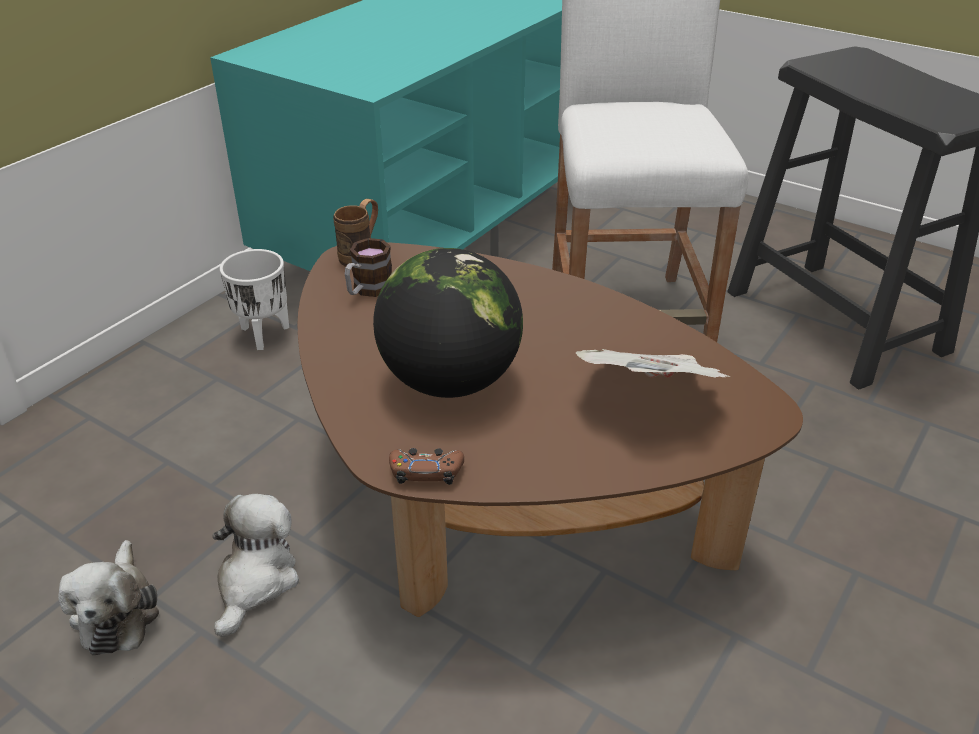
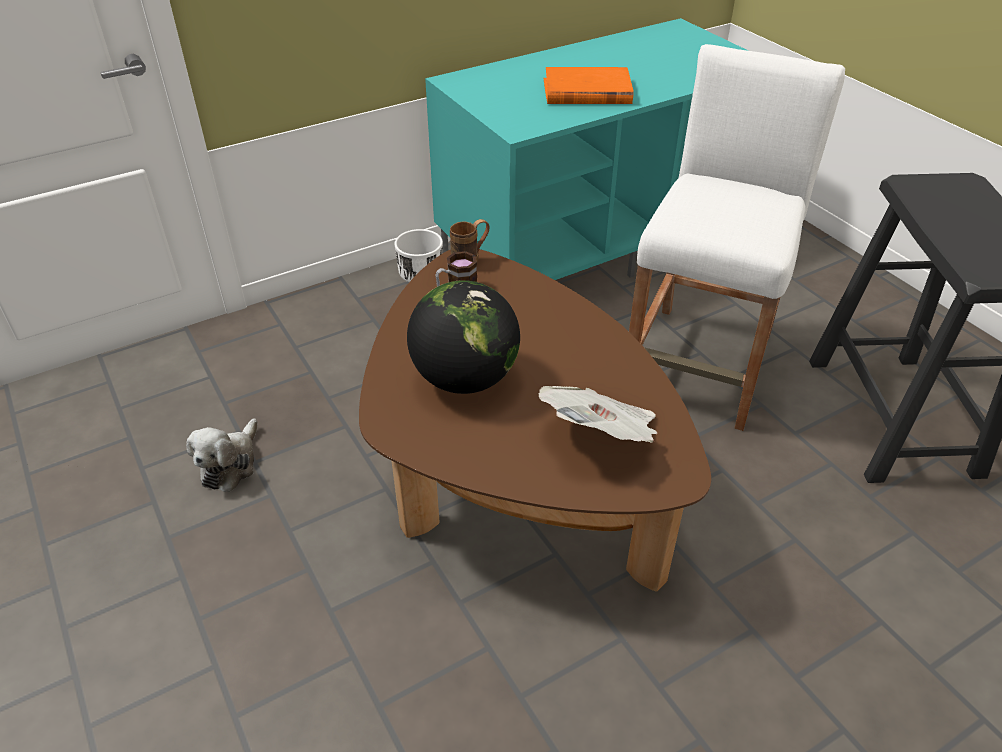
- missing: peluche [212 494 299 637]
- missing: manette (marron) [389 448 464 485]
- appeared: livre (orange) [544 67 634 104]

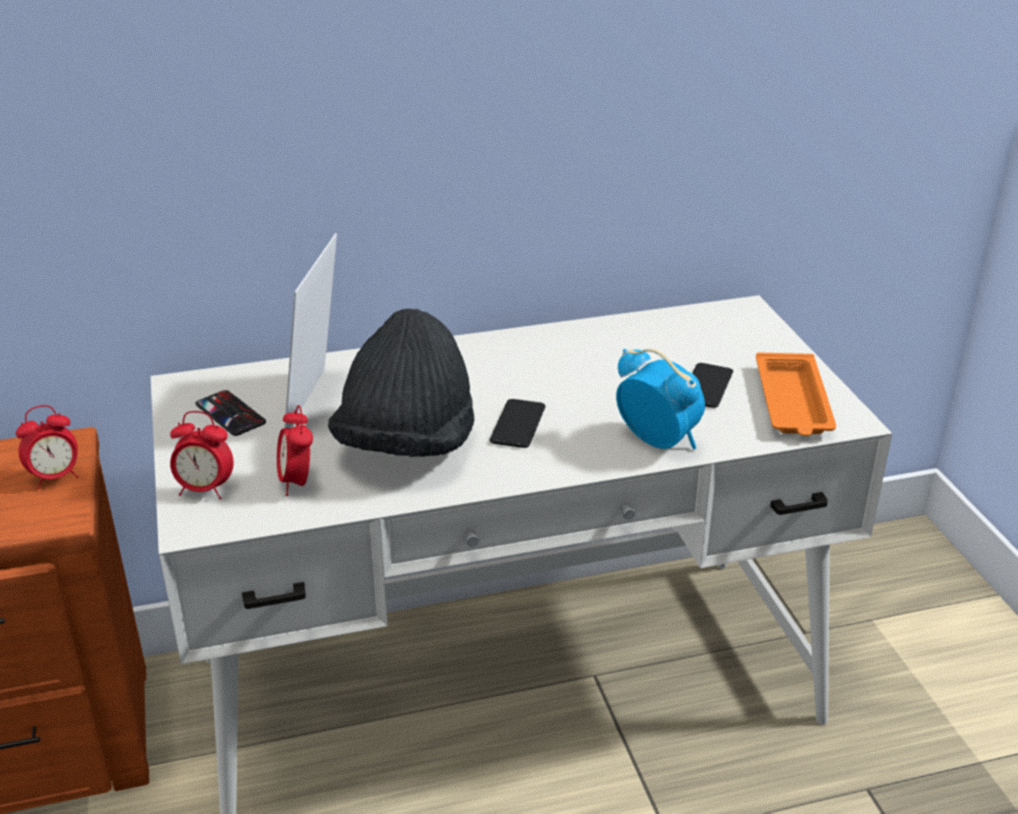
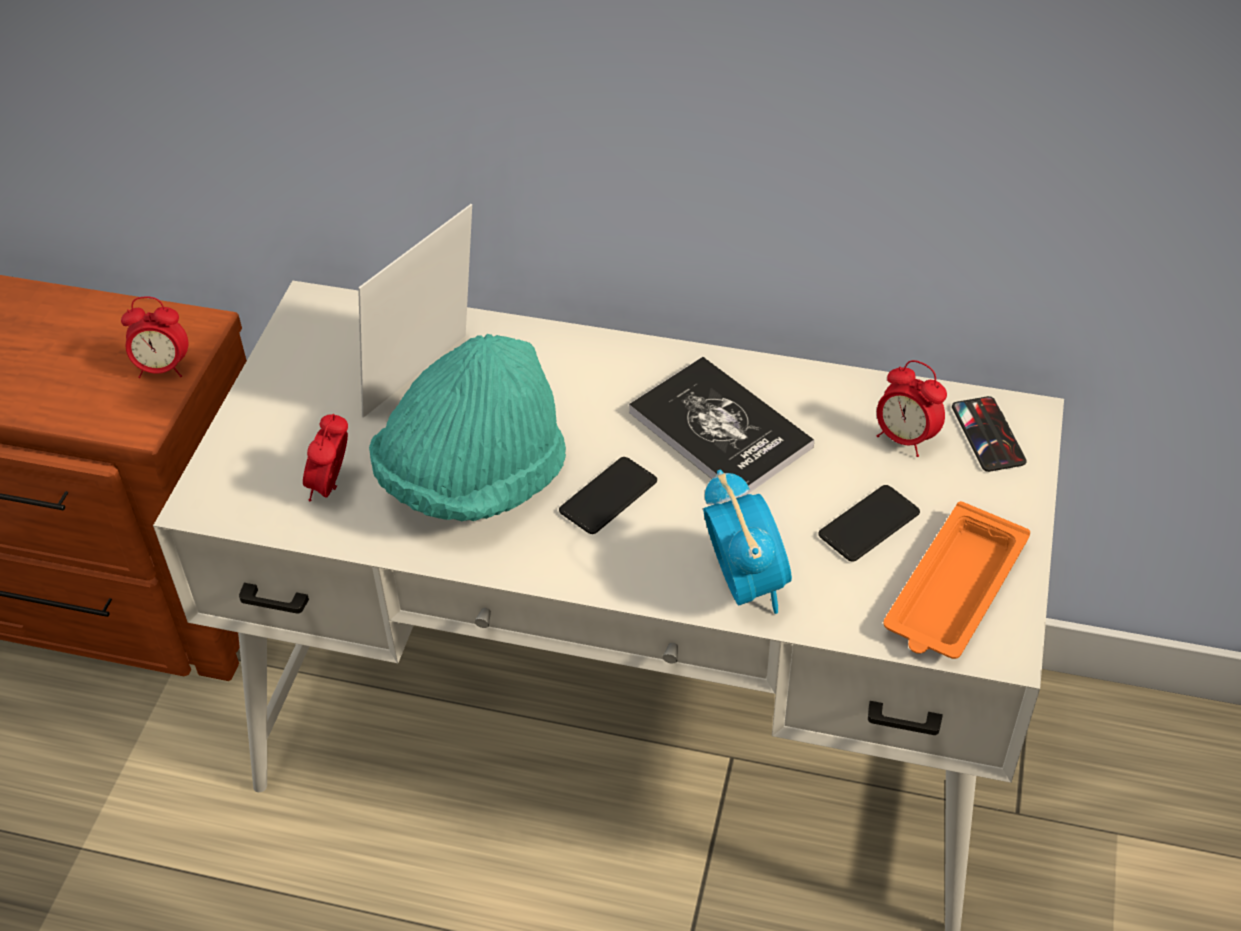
- relocated: réveil [170 411 234 499] to [877 360 947 457]
- relocated: téléphone [196 390 266 436] to [952 396 1027 472]
- colour: chapeau (noir) [328 309 474 457] to chapeau (turquoise) [369 334 566 521]
- appeared: livre [629 357 814 498]

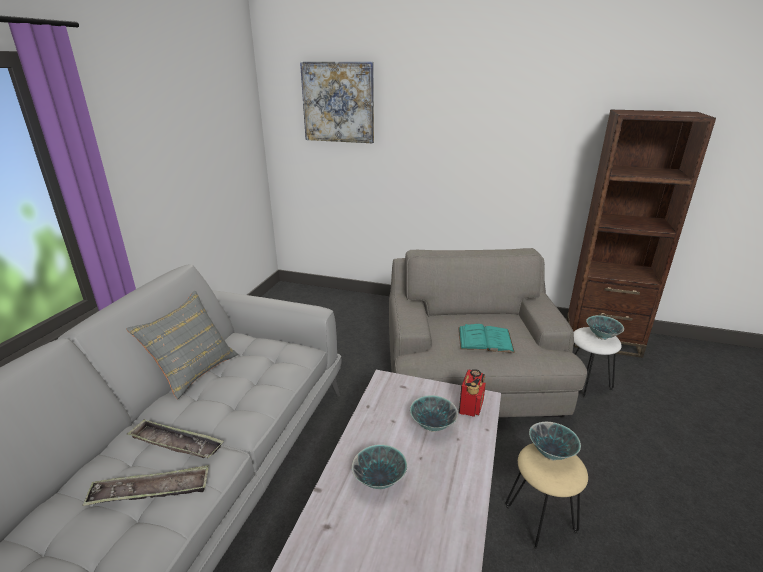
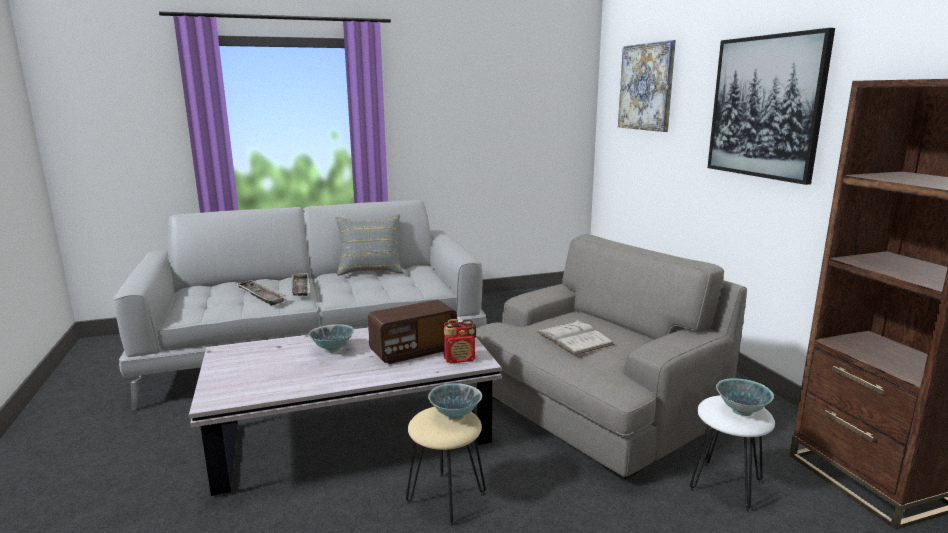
- exchanged: bol [410 395 458 432] to radio [368 300 457 364]
- colour: livre (turquoise) [458 324 515 353] to livre (blanc) [537 320 615 355]
- appeared: tableau [707 28 835 185]

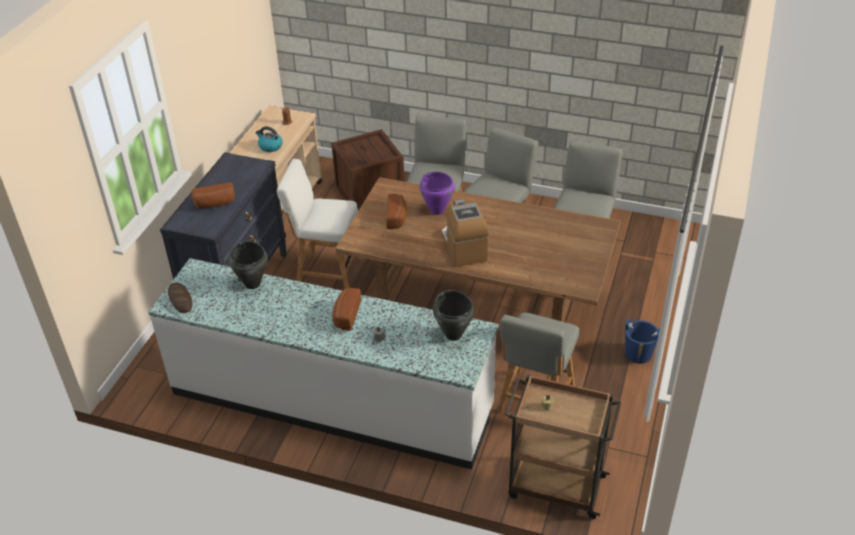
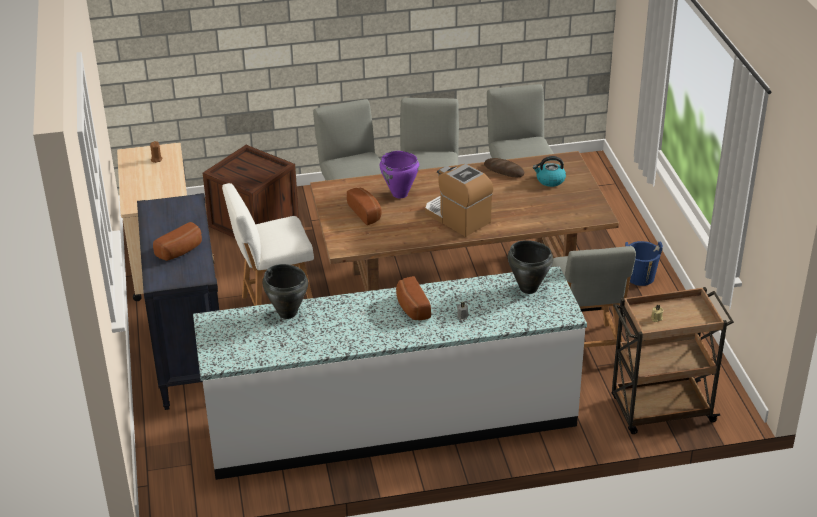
- relocated: pain [168 283 192 313] to [484 158 524 177]
- relocated: bouilloire [255 126 282 152] to [533 156 566 187]

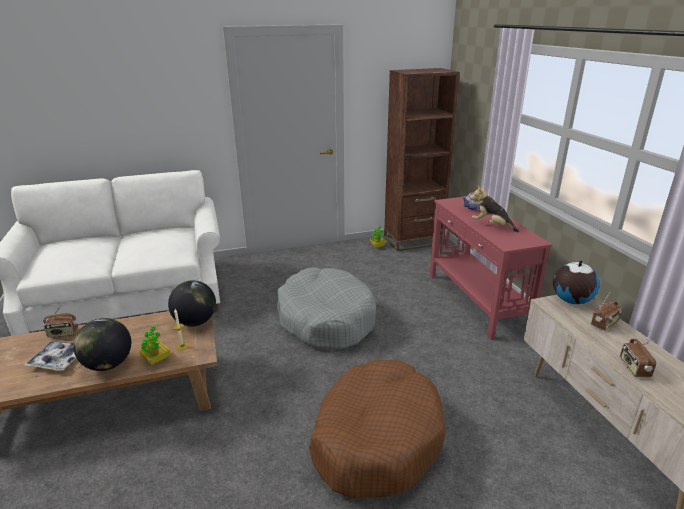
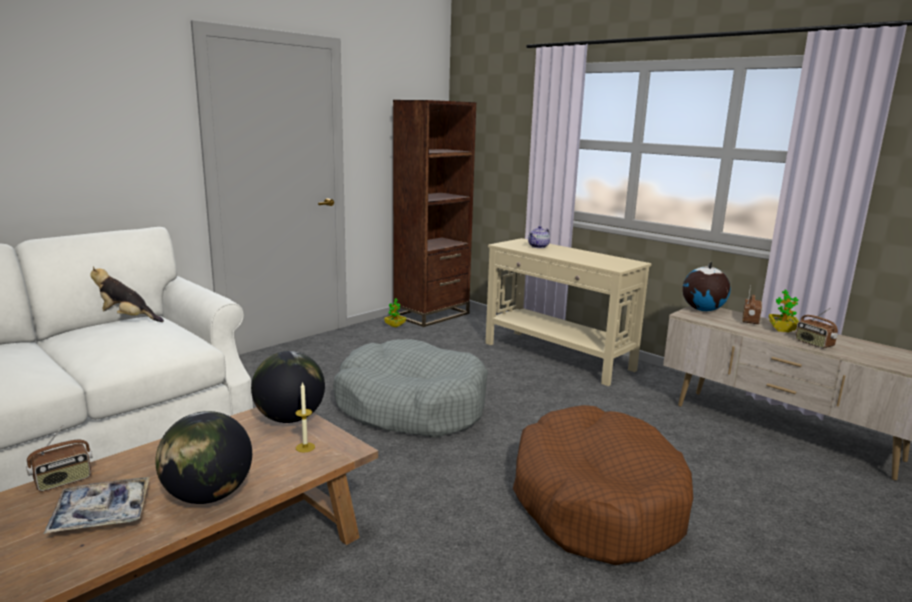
- relocated: plante en pot [139 326 170 364] to [768 290 799 332]
- colour: table console (rouge) [430 196 552 340] to table console (beige) [485 238 651 386]
- relocated: peluche [470 185 519 232] to [90 266 164 322]

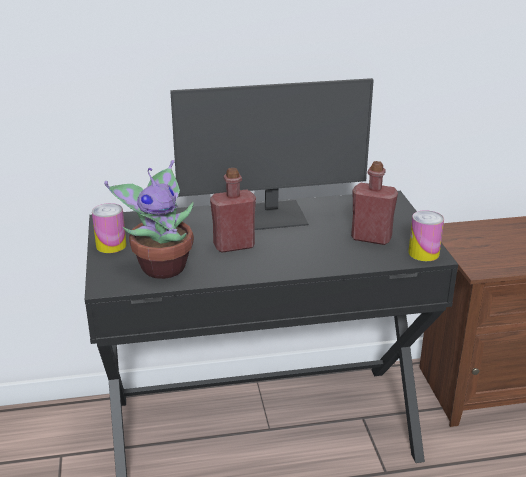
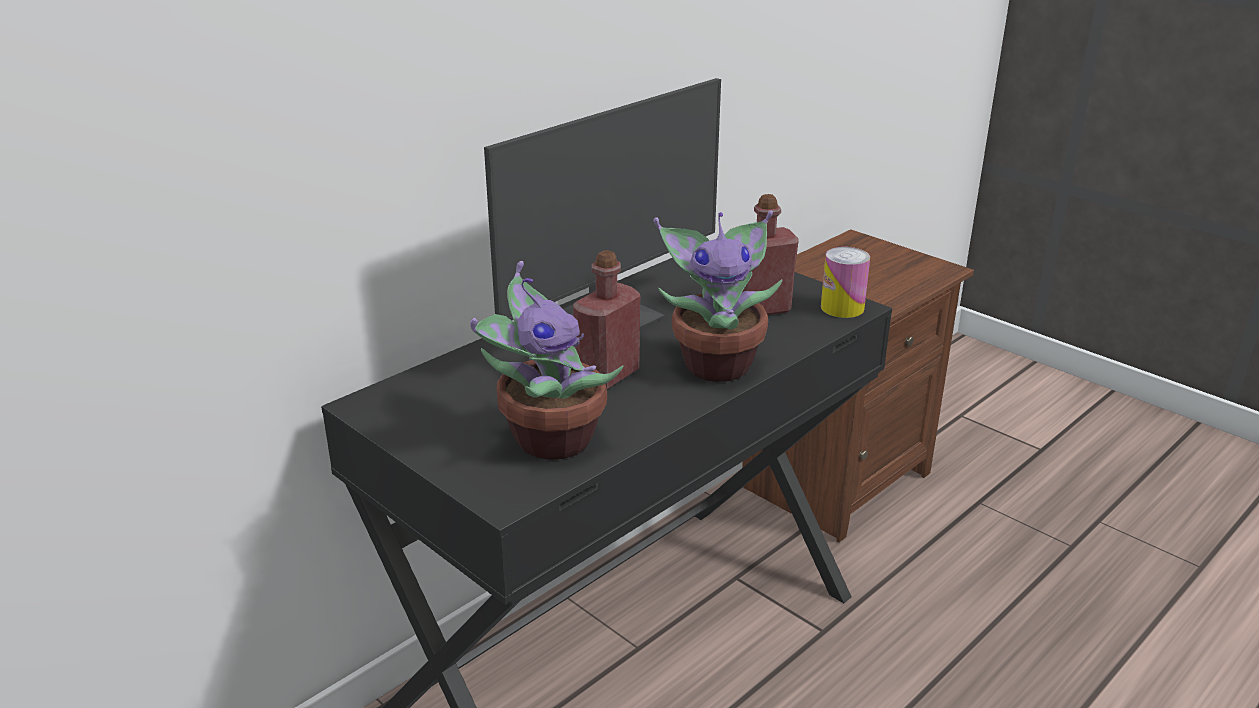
- missing: boîte métallique [92 203 126 253]
- appeared: plante en pot [653 211 782 382]

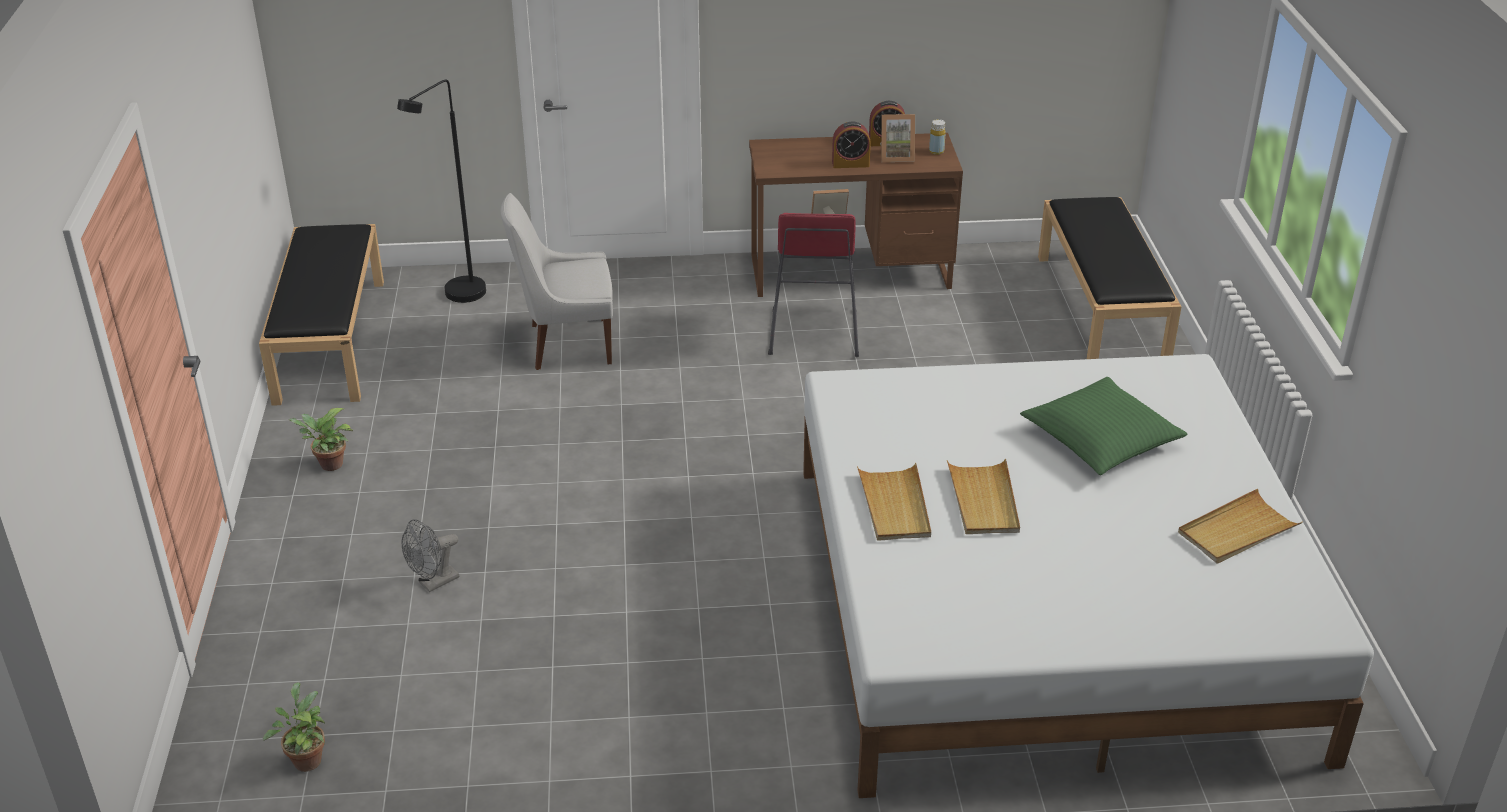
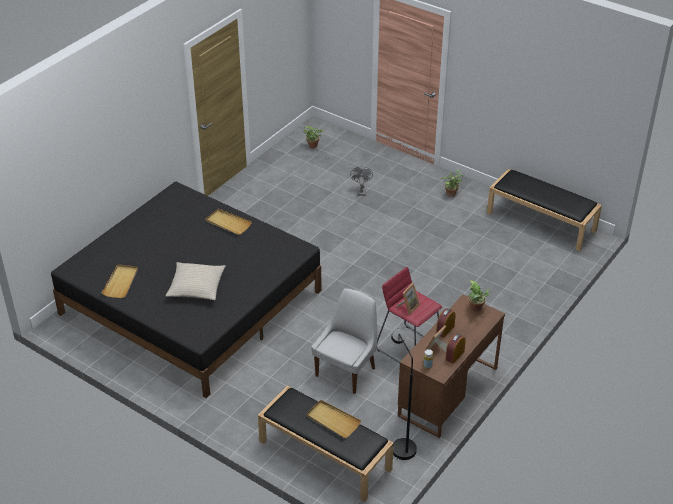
- relocated: lampadaire (noir) [397 80 486 303] to [391 329 417 460]
- relocated: chaise (blanc) [501 193 613 370] to [311 288 378 394]
- colour: lit (blanc) [803 354 1374 798] to lit (noir) [51 182 322 398]
- relocated: plateau (beige) [947 459 1020 534] to [306 400 361 438]
- colour: coussin (vert) [1020 377 1187 475] to coussin (beige) [166 262 226 300]
- appeared: plante en pot [467 280 491 312]

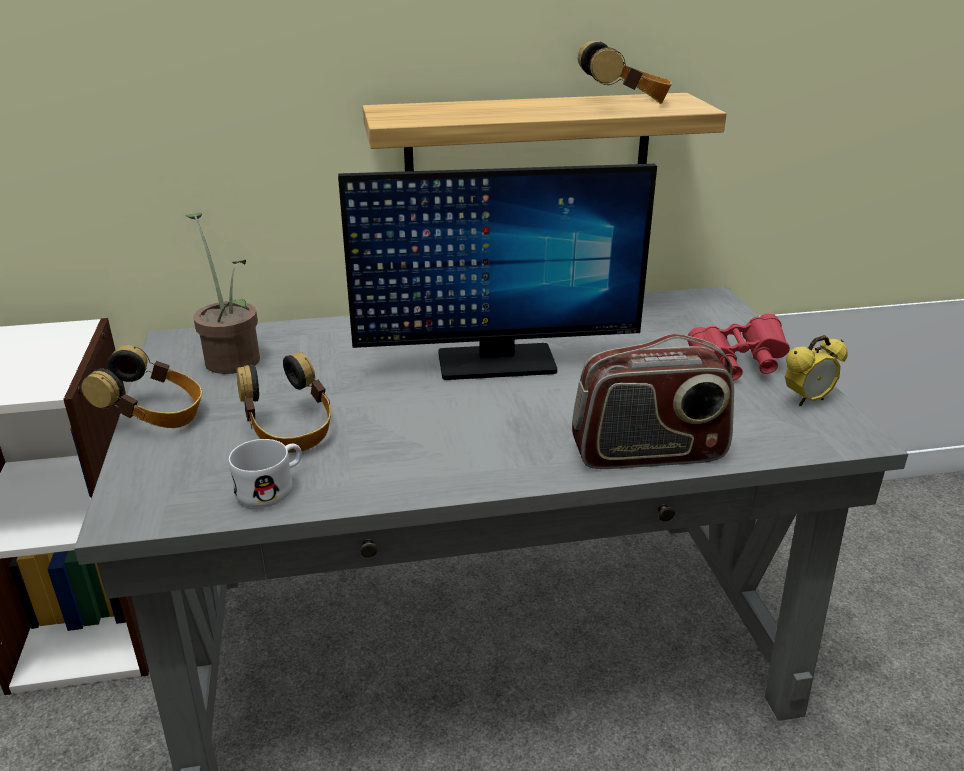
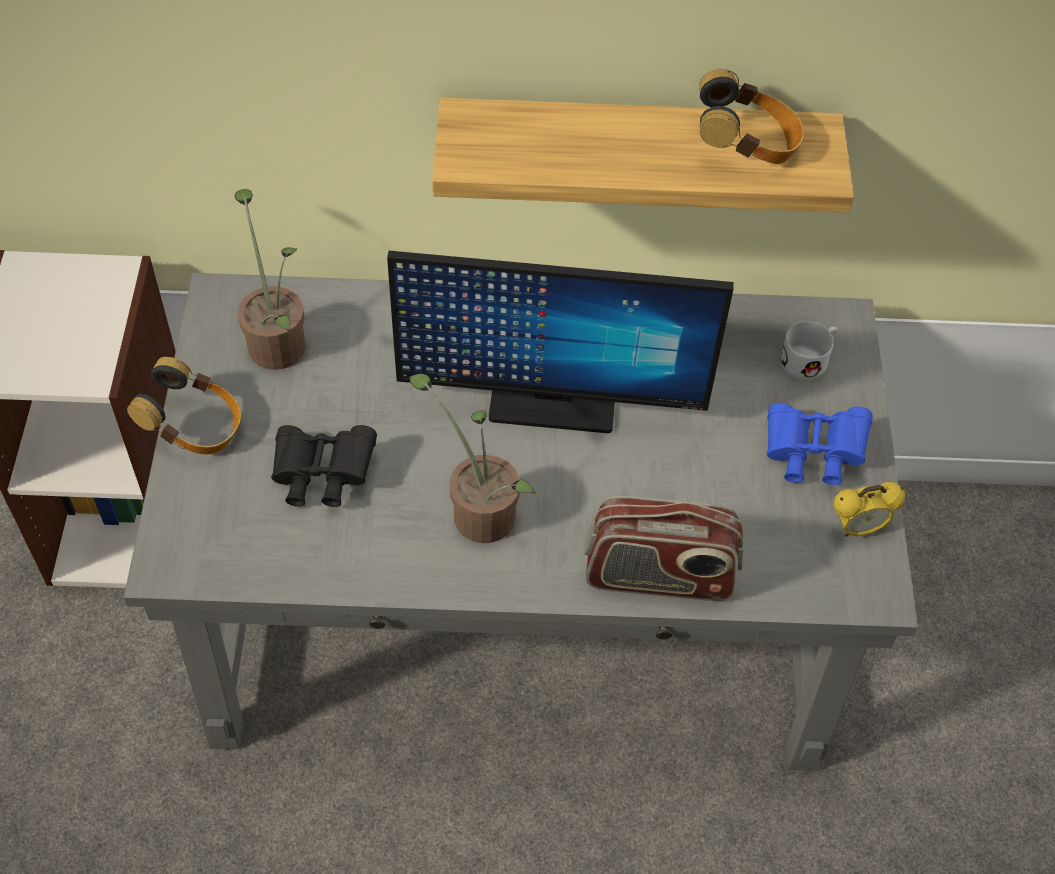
- relocated: mug (blanc) [229 439 302 508] to [780 321 837 380]
- exchanged: casque audio [237 352 331 453] to jumelles (noir) [271 425 377 507]
- colour: jumelles (rouge) [688 313 790 381] to jumelles (bleu) [767 403 872 485]
- appeared: plante en pot [409 374 535 543]

